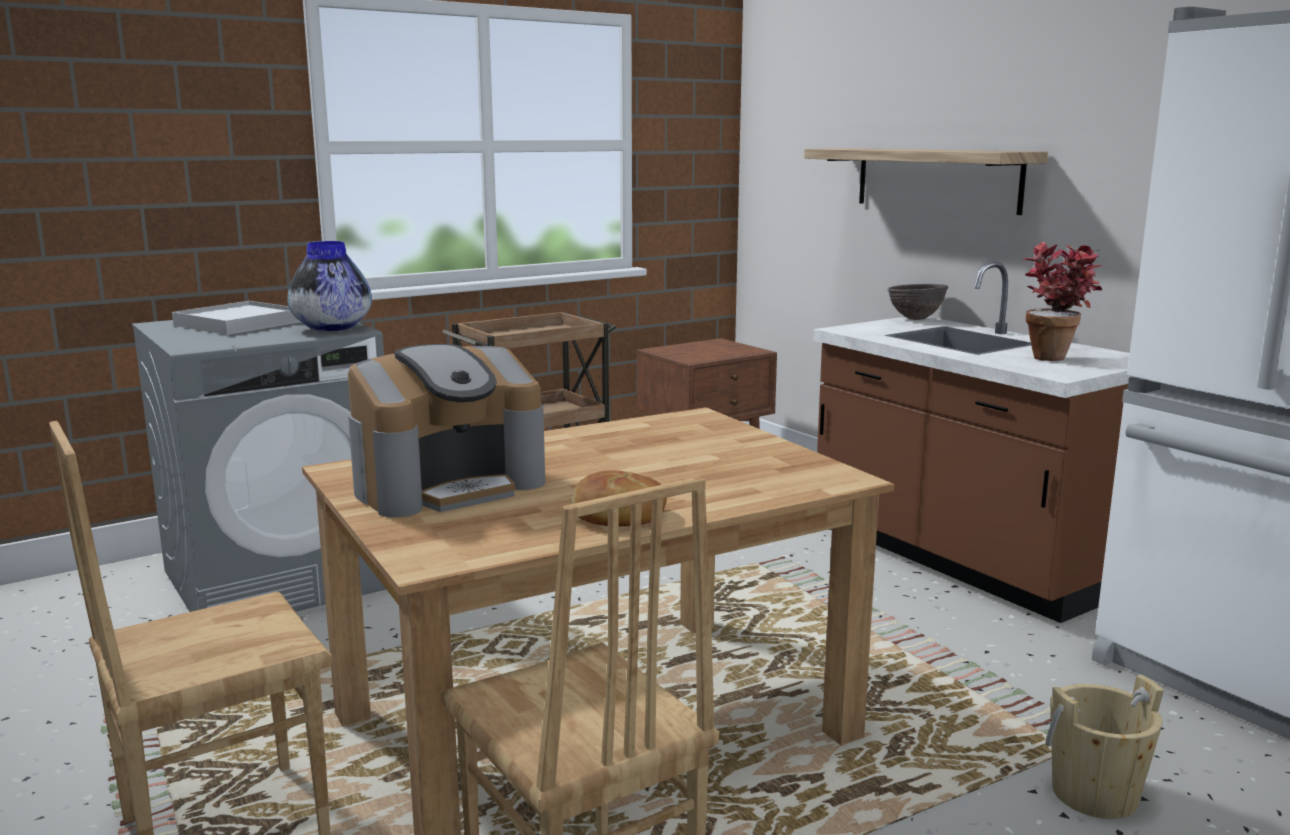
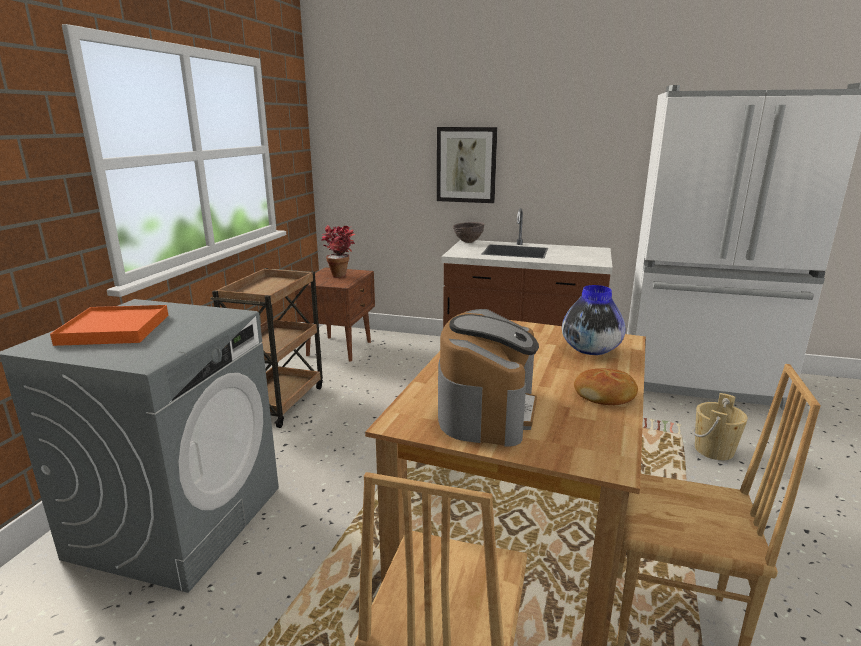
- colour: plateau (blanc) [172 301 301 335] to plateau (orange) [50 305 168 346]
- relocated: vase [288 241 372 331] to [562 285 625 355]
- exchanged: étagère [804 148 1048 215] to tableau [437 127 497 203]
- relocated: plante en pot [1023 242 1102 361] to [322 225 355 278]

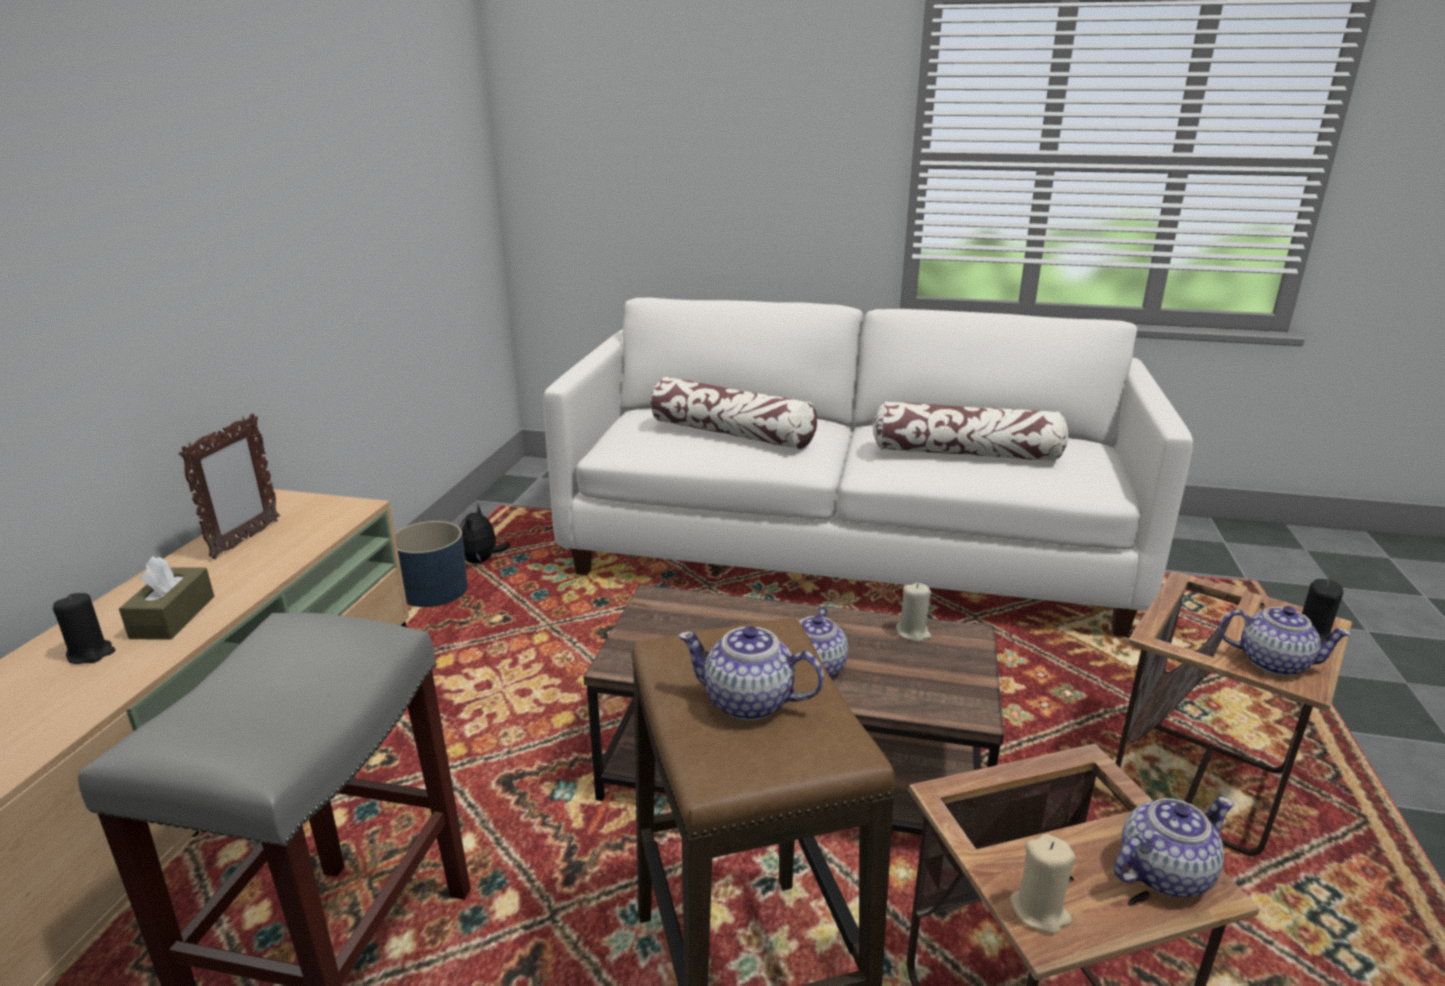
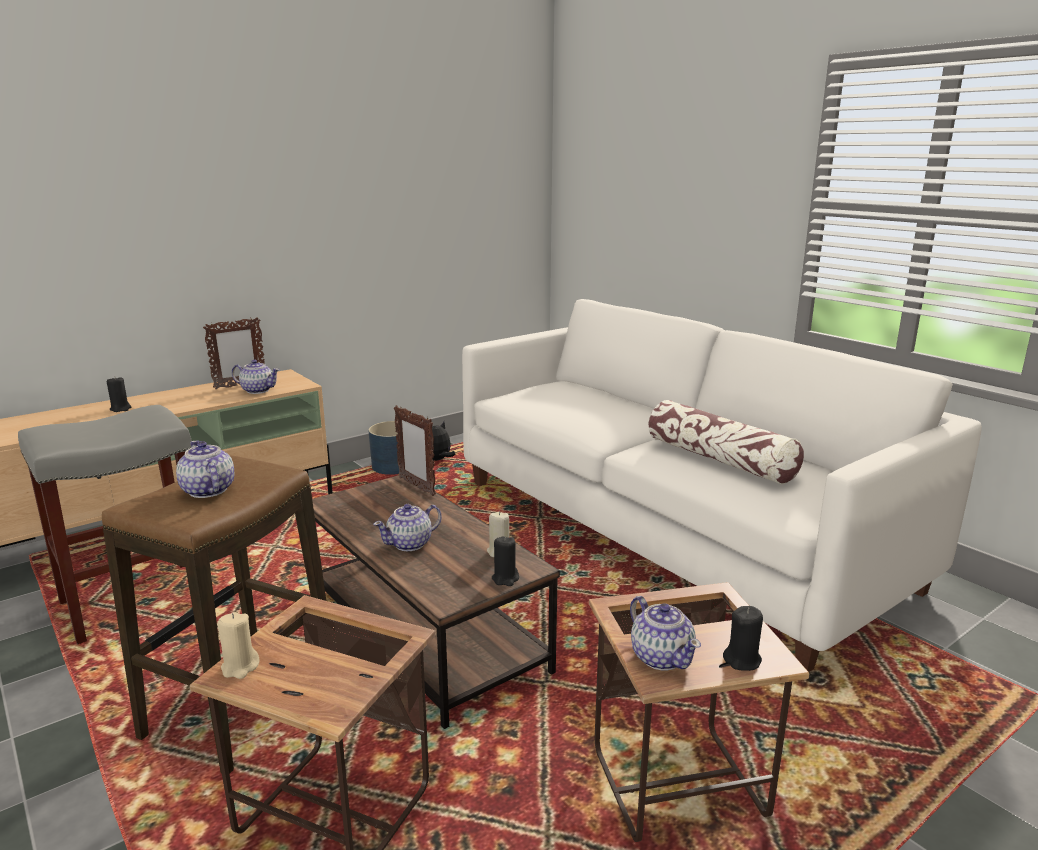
- missing: boîte à mouchoirs (marron) [119 556 214 640]
- missing: coussin [650 377 817 450]
- relocated: théière [1113 797 1234 897] to [232 360 280 394]
- appeared: cadre photo [394 405 436 496]
- appeared: bougie (noir) [492 536 519 586]

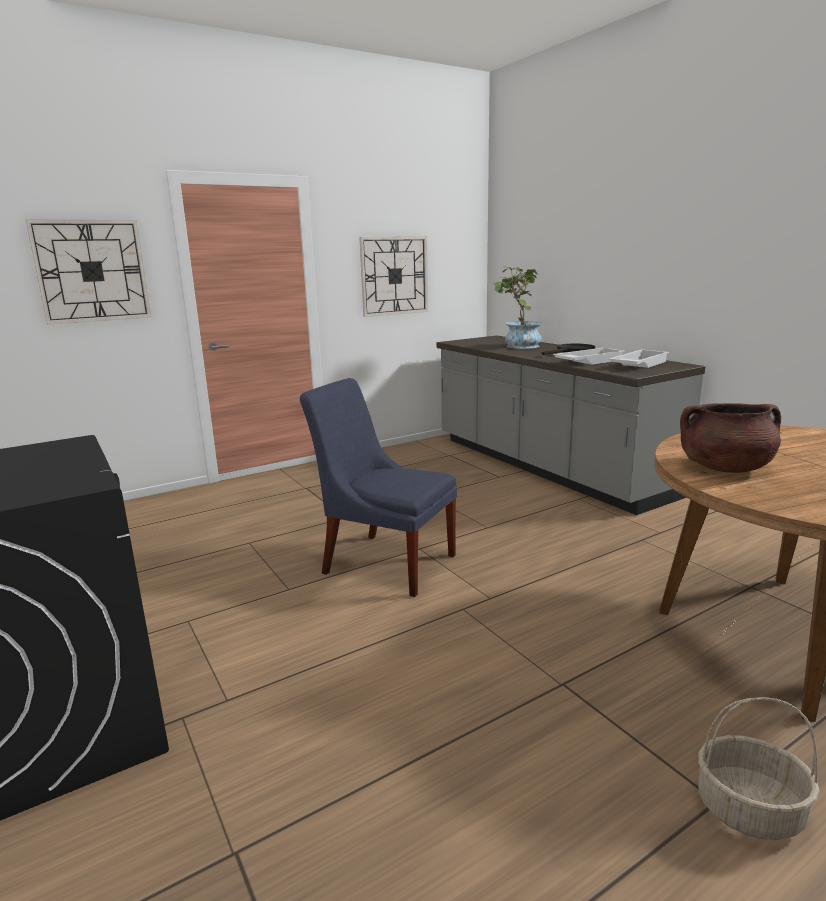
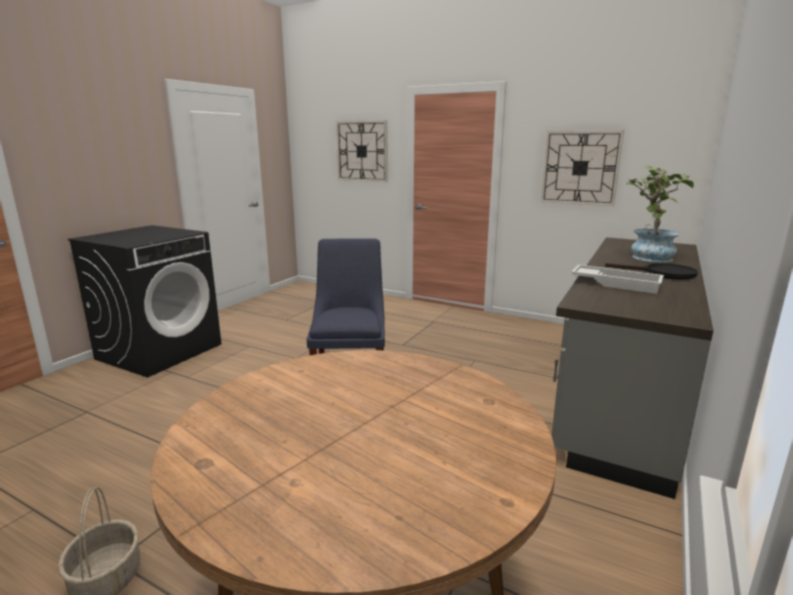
- missing: plateau (blanc) [609 350 669 368]
- missing: marmite (marron) [680 403 781 473]

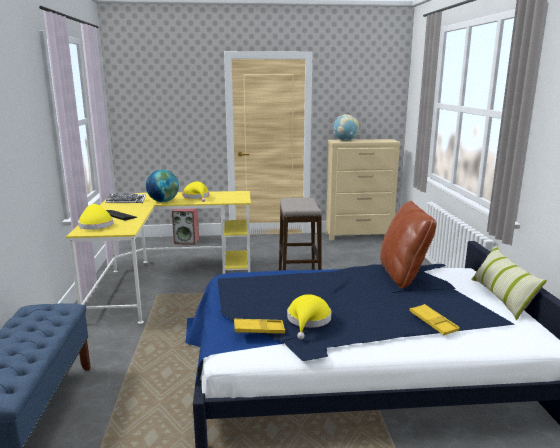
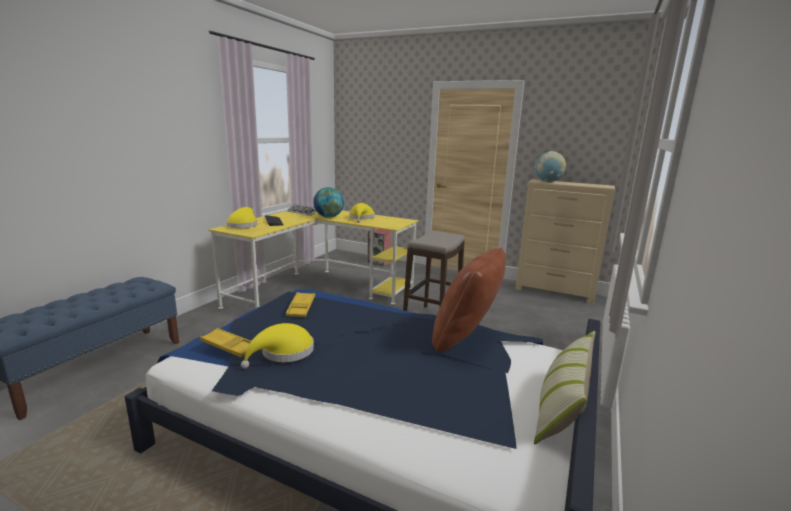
- relocated: plateau (jaune) [409 304 460 335] to [286 292 315 317]

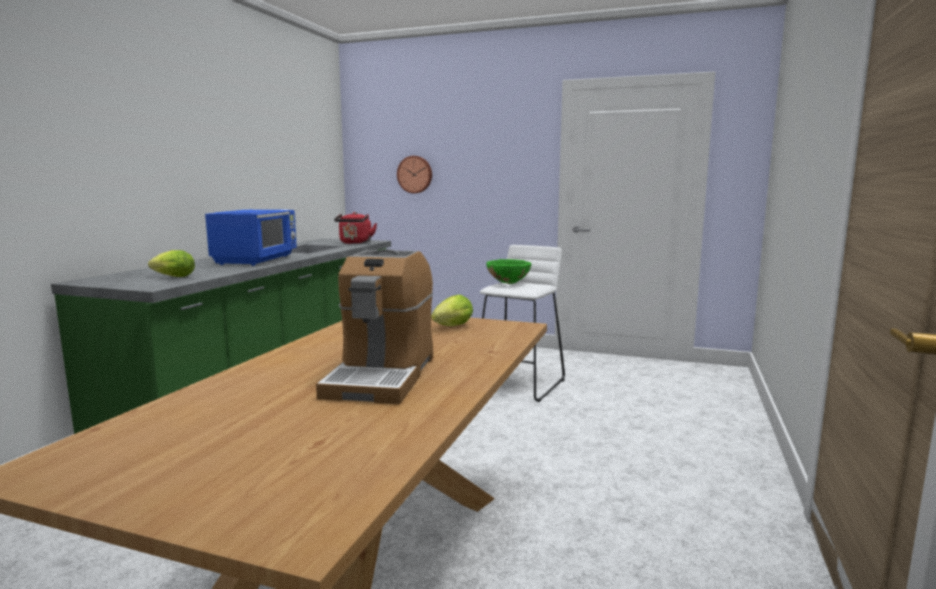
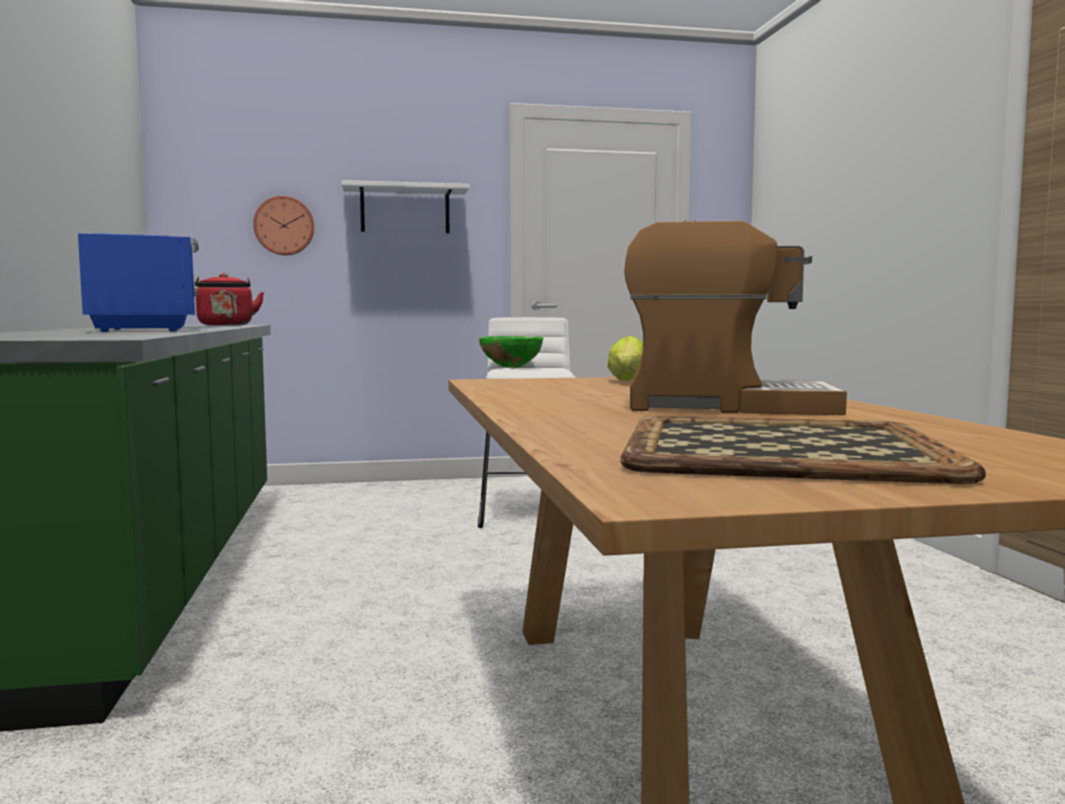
- missing: laitue [148 250 195 277]
- spun: machine à café [316 249 433 404] = [624 220 847 415] 60 degrees counterclockwise
- appeared: étagère (blanc) [342 180 470 233]
- appeared: plateau [620 416 986 484]

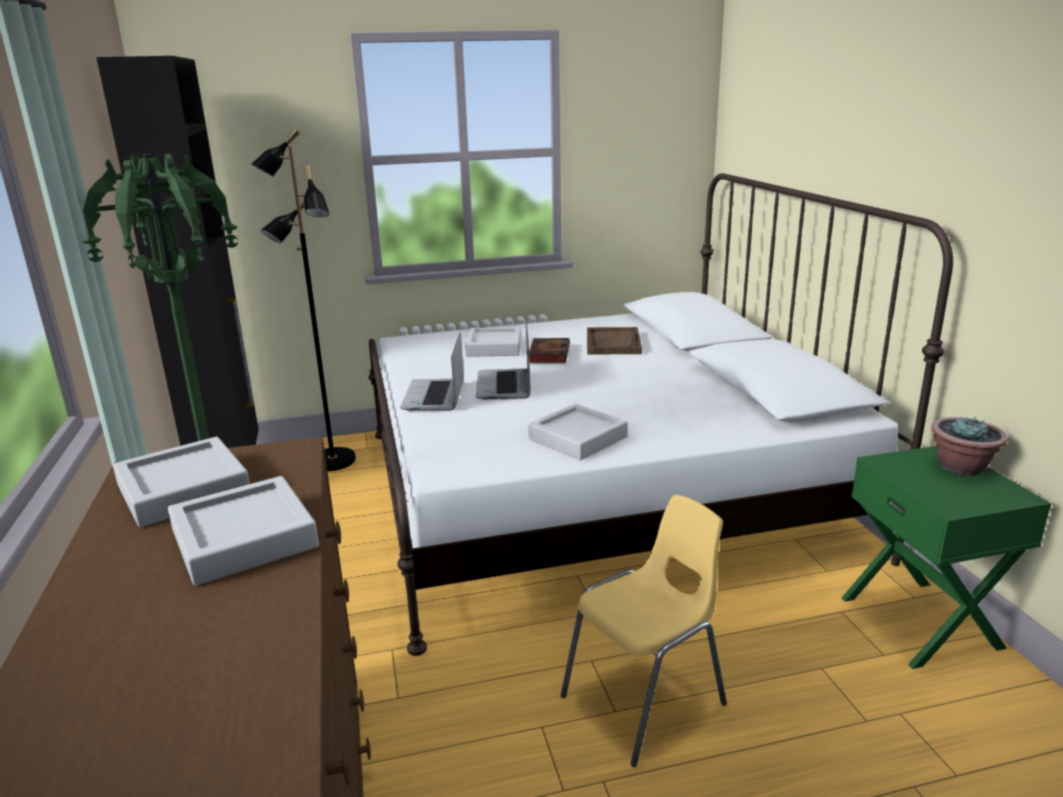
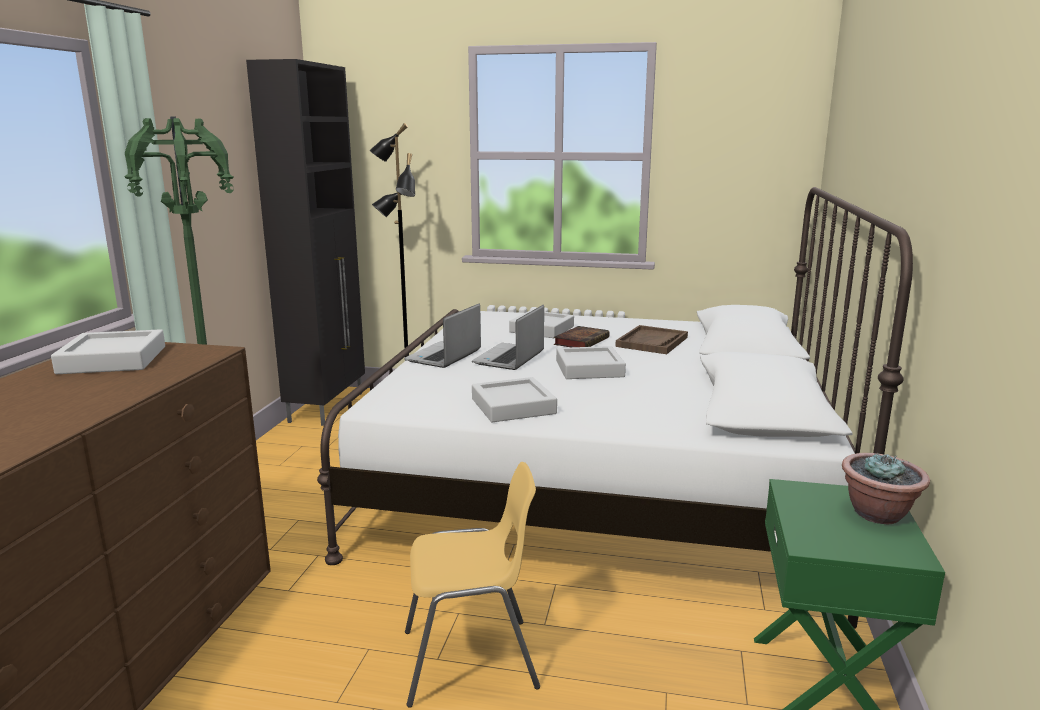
- relocated: plateau (gris) [168 476 319 586] to [556 346 626 379]

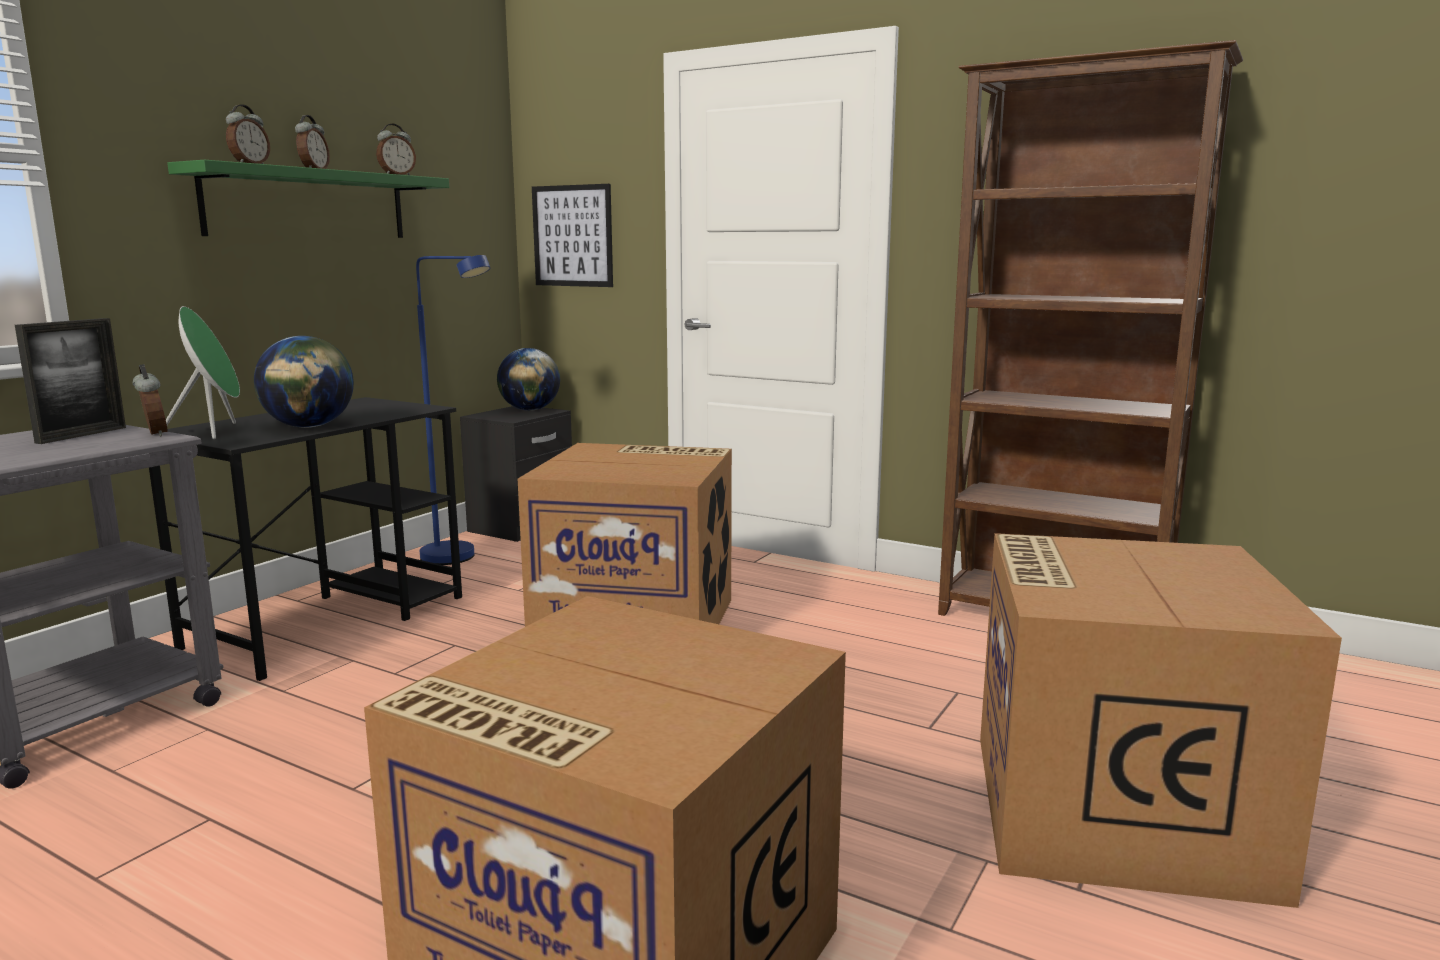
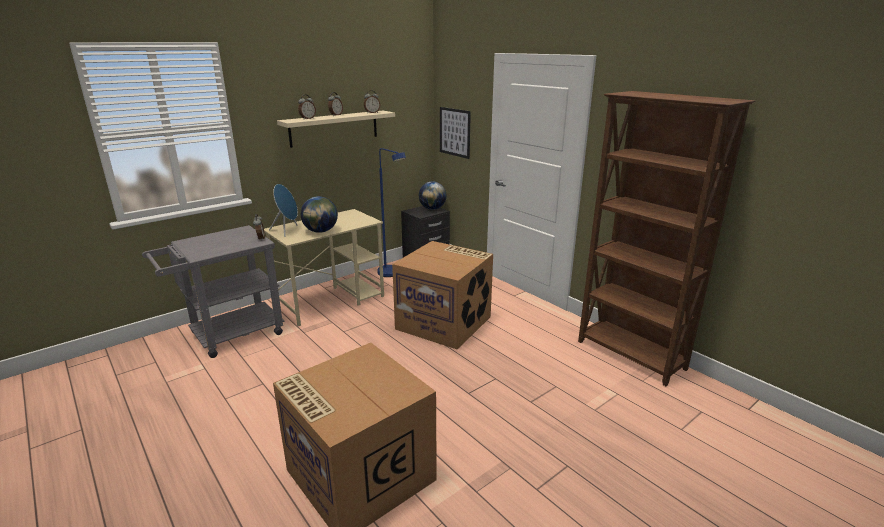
- missing: cadre photo [15 318 126 444]
- colour: bureau (noir) [149 397 462 681] to bureau (beige) [264 209 384 326]
- colour: enceinte (vert) [166 306 240 439] to enceinte (bleu) [269 184 298 237]
- colour: étagère (vert) [167 160 449 238] to étagère (beige) [277 111 395 148]
- missing: carton [980 533 1342 908]

